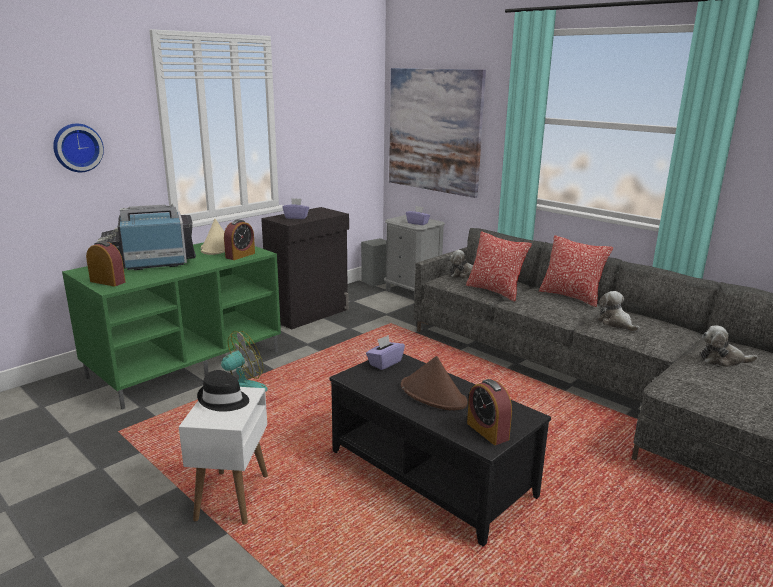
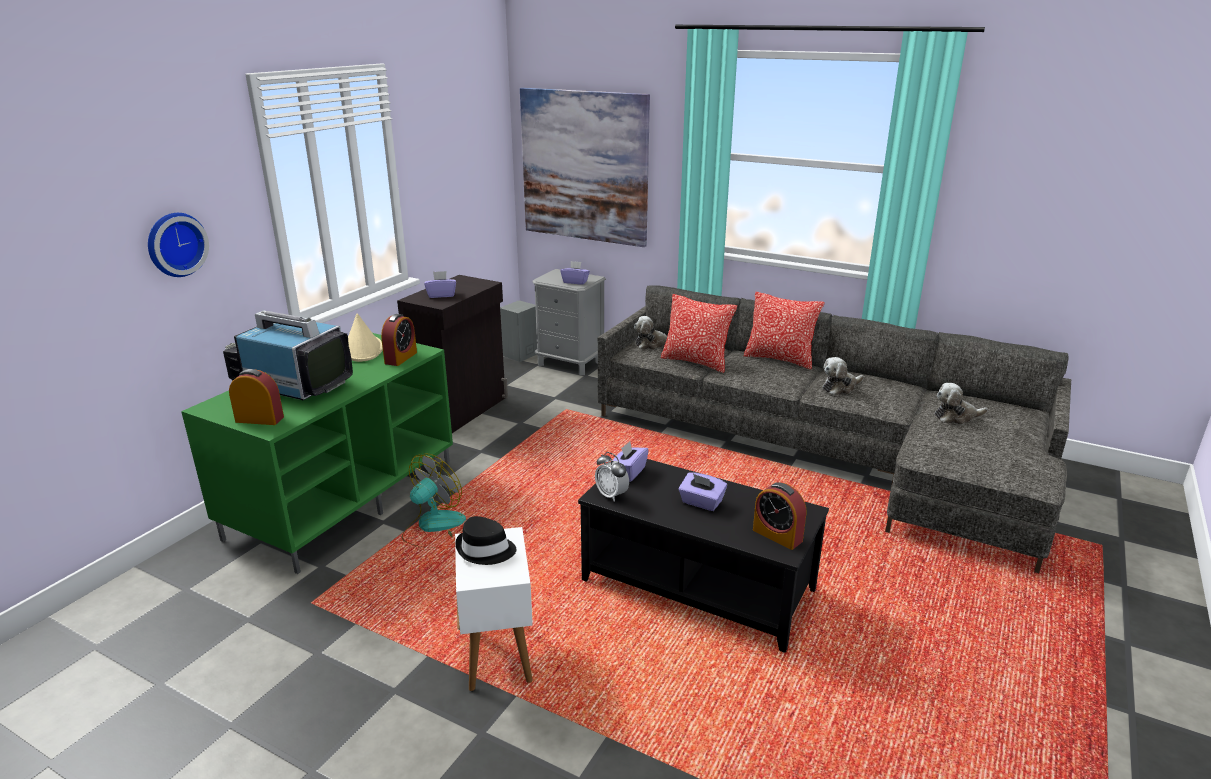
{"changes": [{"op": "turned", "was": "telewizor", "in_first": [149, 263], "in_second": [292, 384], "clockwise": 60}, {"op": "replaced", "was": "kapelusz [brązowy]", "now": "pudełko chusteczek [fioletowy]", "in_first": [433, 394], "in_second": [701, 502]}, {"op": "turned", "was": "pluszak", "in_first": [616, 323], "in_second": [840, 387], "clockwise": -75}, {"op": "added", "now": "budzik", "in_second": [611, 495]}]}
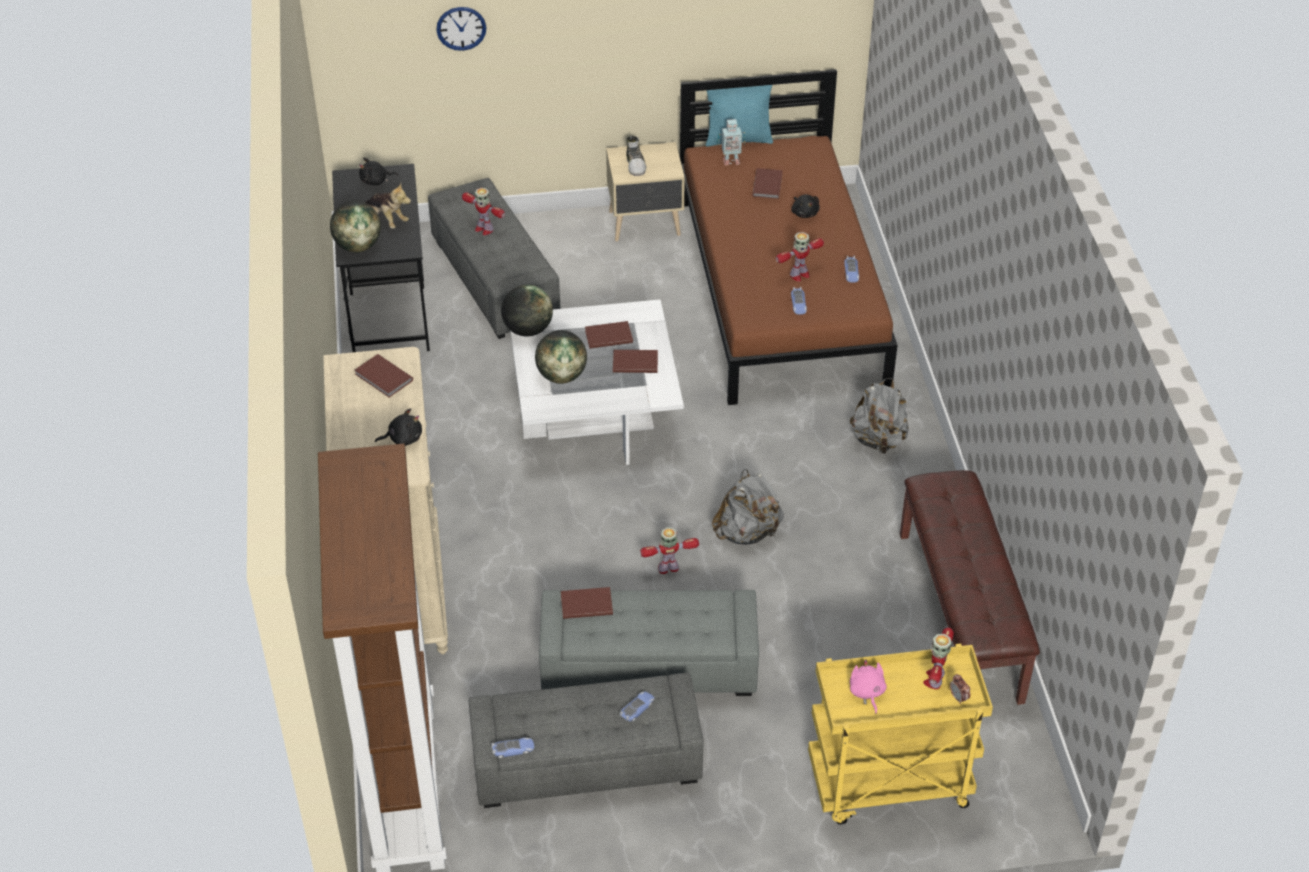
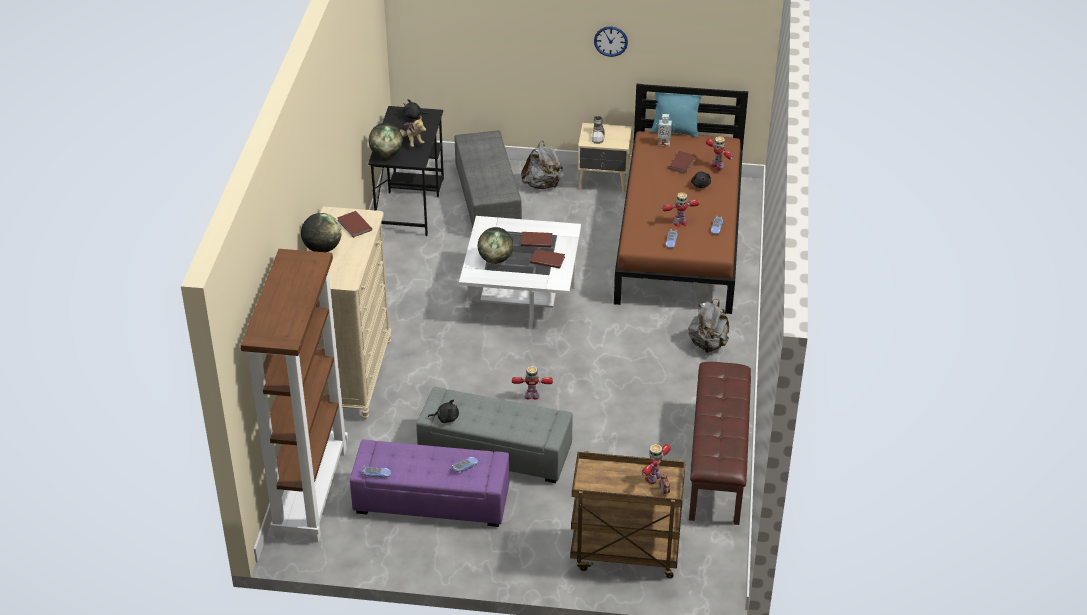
{"changes": [{"op": "moved", "was": "pluszak [czarny]", "in_first": [403, 438], "in_second": [446, 418]}, {"op": "moved", "was": "zegar ścienny", "in_first": [461, 28], "in_second": [610, 41]}, {"op": "moved", "was": "robot zabawkowy", "in_first": [484, 229], "in_second": [717, 166]}, {"op": "recoloured", "was": "pufa [szary]", "now": "pufa [fioletowy]", "in_first": [586, 763], "in_second": [431, 501]}, {"op": "moved", "was": "globus", "in_first": [528, 330], "in_second": [322, 249]}, {"op": "removed", "was": "książka [brązowy]", "in_first": [585, 604]}, {"op": "moved", "was": "plecak [szary]", "in_first": [747, 532], "in_second": [543, 184]}, {"op": "recoloured", "was": "wózek [żółty]", "now": "wózek [brązowy]", "in_first": [888, 785], "in_second": [624, 554]}, {"op": "removed", "was": "pluszak [różowy]", "in_first": [867, 693]}]}
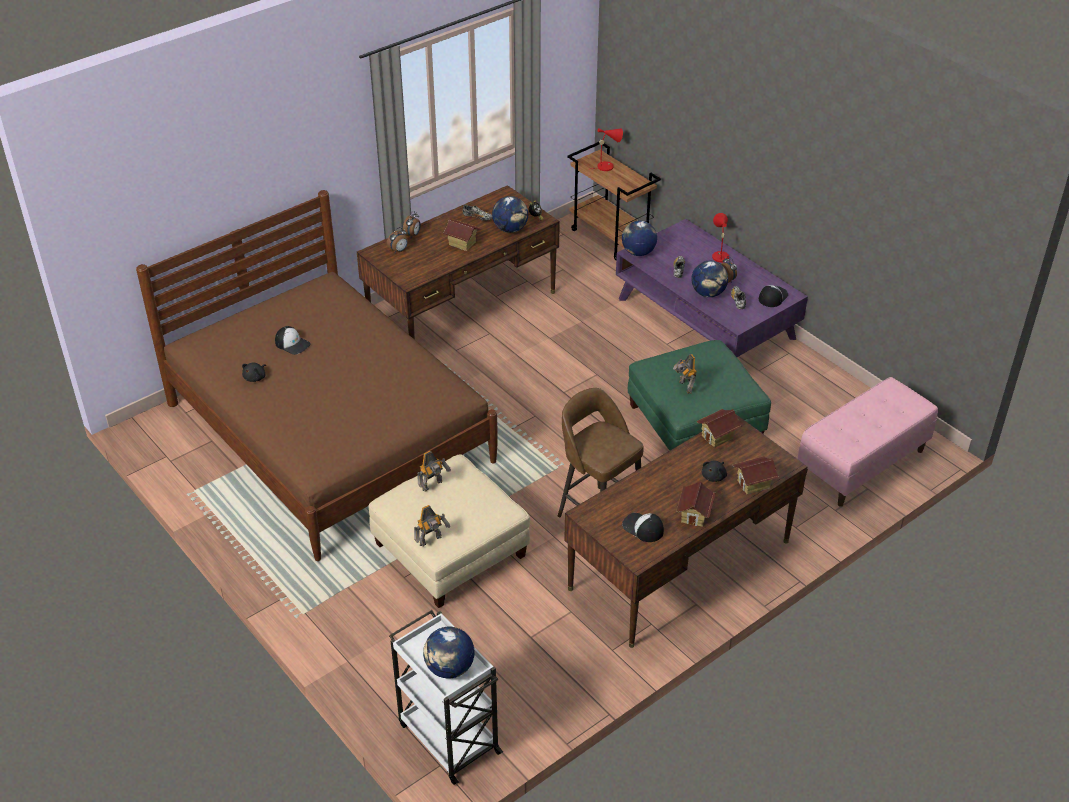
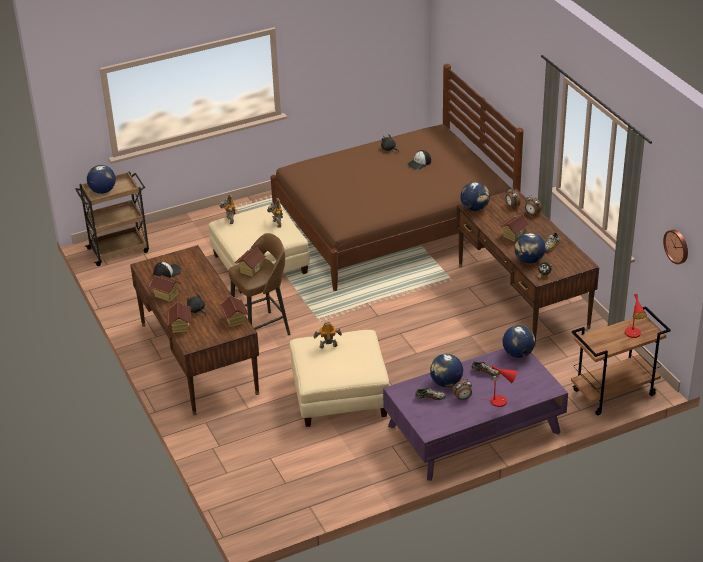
{"changes": [{"op": "recoloured", "was": "wózek [biały]", "now": "wózek [brązowy]", "in_first": [448, 737], "in_second": [119, 250]}, {"op": "recoloured", "was": "pufa [zielony]", "now": "pufa [beżowy]", "in_first": [695, 422], "in_second": [339, 395]}, {"op": "removed", "was": "czapka z daszkiem", "in_first": [772, 297]}, {"op": "removed", "was": "ławka [różowy]", "in_first": [862, 464]}, {"op": "added", "now": "domek", "in_second": [251, 270]}, {"op": "added", "now": "globus", "in_second": [474, 208]}, {"op": "added", "now": "zegar ścienny", "in_second": [677, 246]}]}
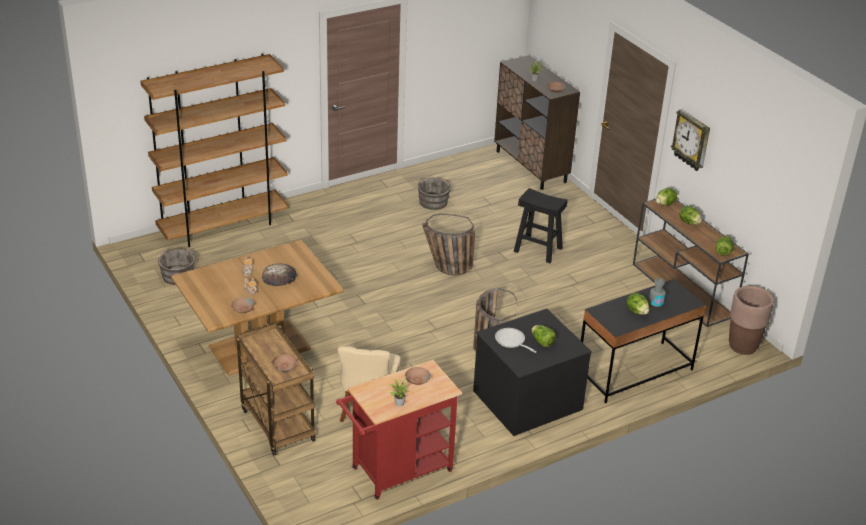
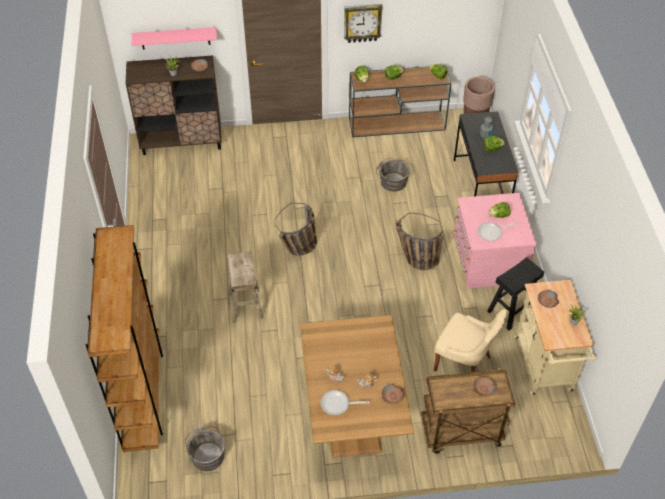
{"changes": [{"op": "removed", "was": "chleb", "in_first": [279, 277]}, {"op": "recoloured", "was": "wózek [czerwony]", "now": "wózek [beżowy]", "in_first": [396, 472], "in_second": [545, 368]}, {"op": "moved", "was": "wiadro [szary]", "in_first": [433, 201], "in_second": [392, 181]}, {"op": "recoloured", "was": "komoda [czarny]", "now": "komoda [różowy]", "in_first": [526, 399], "in_second": [487, 260]}, {"op": "moved", "was": "stołek [czarny]", "in_first": [538, 249], "in_second": [511, 310]}, {"op": "added", "now": "półka [różowy]", "in_second": [175, 38]}, {"op": "added", "now": "stołek [beżowy]", "in_second": [245, 305]}, {"op": "added", "now": "patelnia", "in_second": [338, 404]}]}
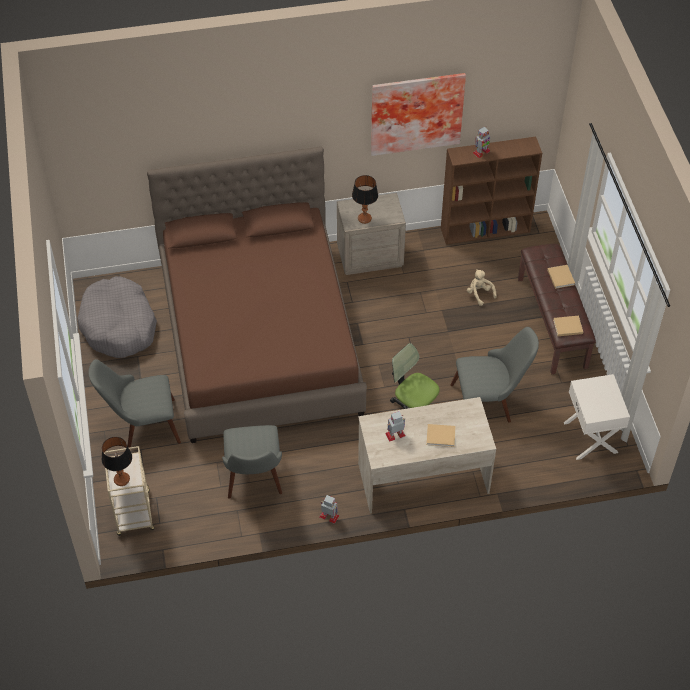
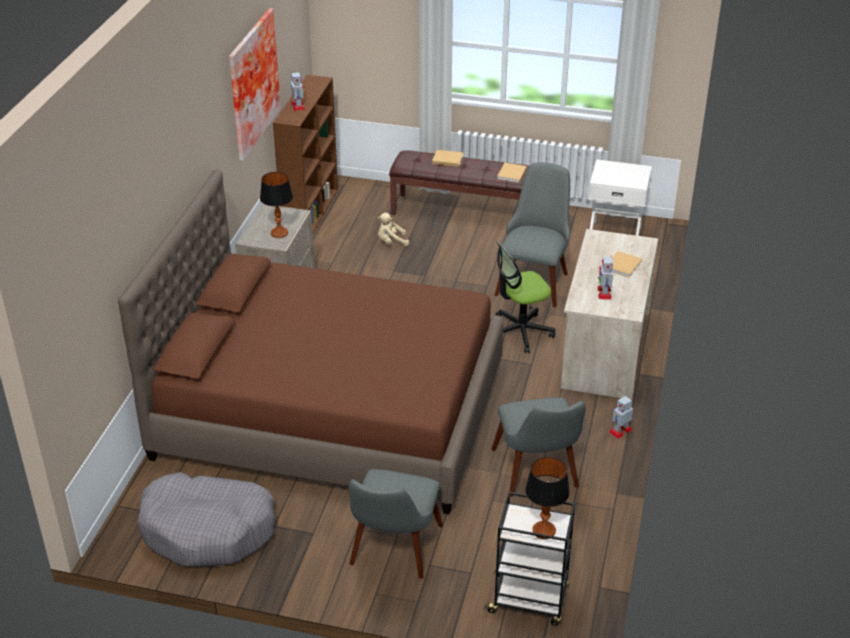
{"changes": [{"op": "recoloured", "was": "wózek [beżowy]", "now": "wózek [czarny]", "in_first": [134, 514], "in_second": [529, 600]}, {"op": "turned", "was": "krzesło [szary]", "in_first": [254, 481], "in_second": [539, 476], "clockwise": 60}]}
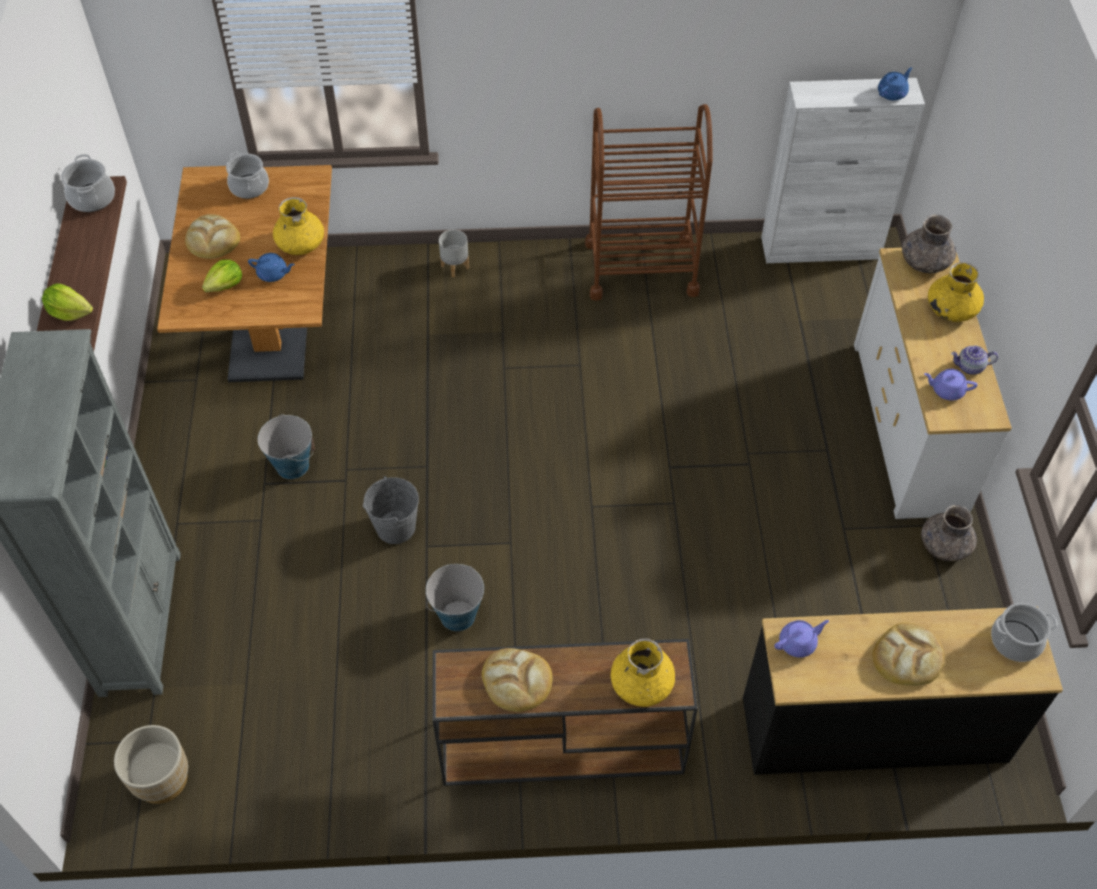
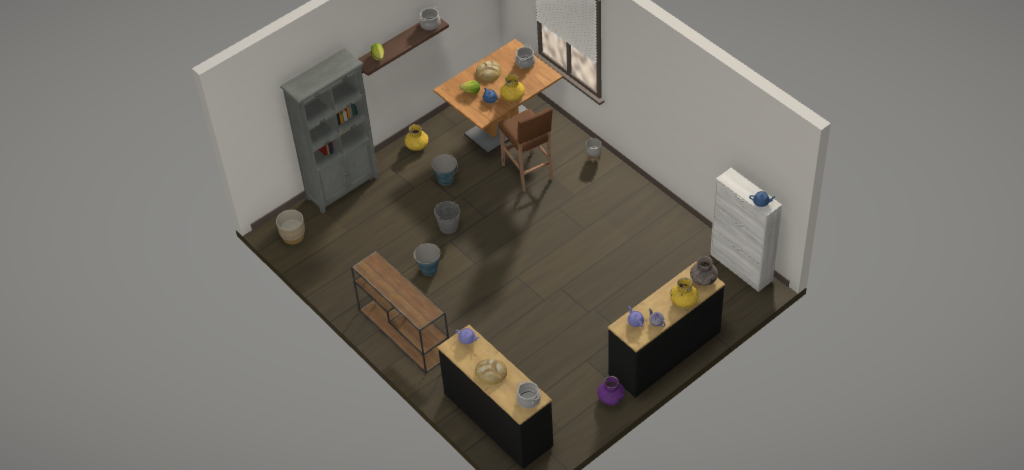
{"changes": [{"op": "removed", "was": "chleb", "in_first": [517, 681]}, {"op": "removed", "was": "wózek [brązowy]", "in_first": [641, 268]}, {"op": "moved", "was": "wazon [żółty]", "in_first": [642, 684], "in_second": [417, 145]}, {"op": "recoloured", "was": "komoda [biały]", "now": "komoda [czarny]", "in_first": [909, 427], "in_second": [665, 353]}, {"op": "recoloured", "was": "wazon [szary]", "now": "wazon [fioletowy]", "in_first": [944, 546], "in_second": [611, 398]}, {"op": "added", "now": "stołek [brązowy]", "in_second": [528, 172]}]}
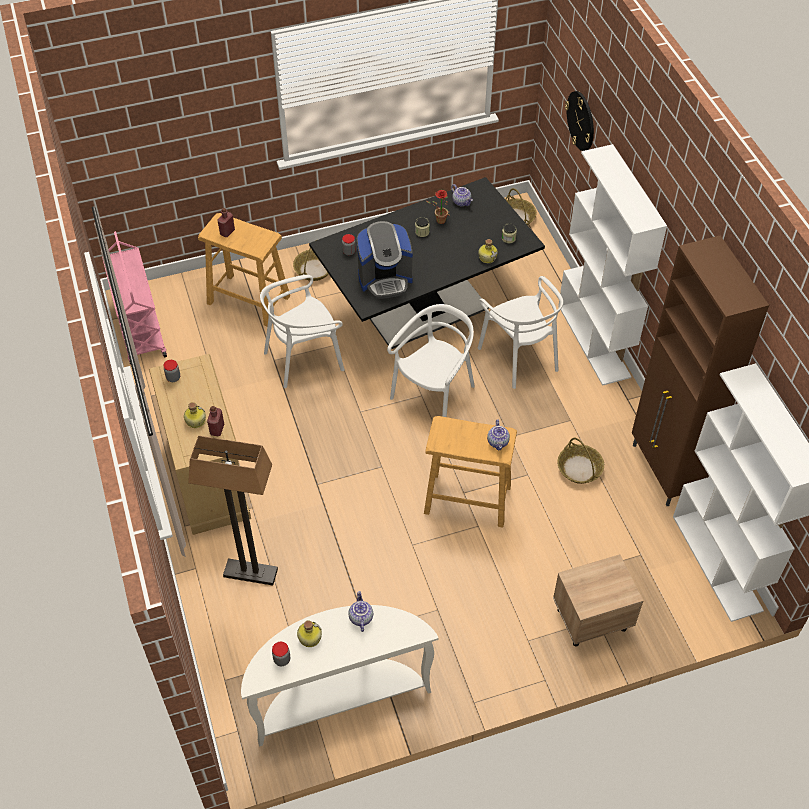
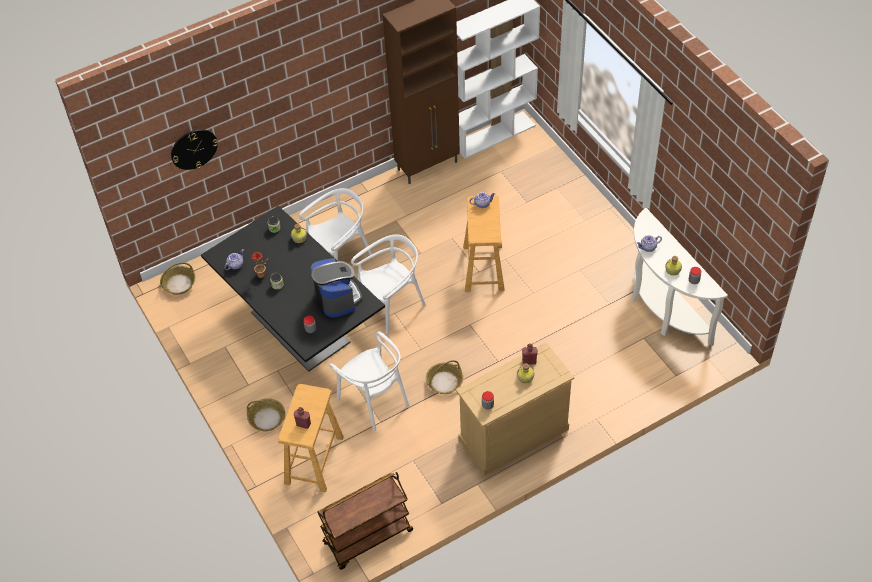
{"changes": [{"op": "recoloured", "was": "wózek [różowy]", "now": "wózek [brązowy]", "in_first": [139, 329], "in_second": [368, 538]}, {"op": "removed", "was": "lampa stojąca", "in_first": [250, 573]}, {"op": "turned", "was": "krzesło [biały]", "in_first": [434, 395], "in_second": [391, 305], "clockwise": 120}, {"op": "removed", "was": "szafka nocna [beżowy]", "in_first": [590, 619]}, {"op": "moved", "was": "koszyk", "in_first": [579, 468], "in_second": [444, 382]}, {"op": "removed", "was": "regał [biały]", "in_first": [594, 341]}]}
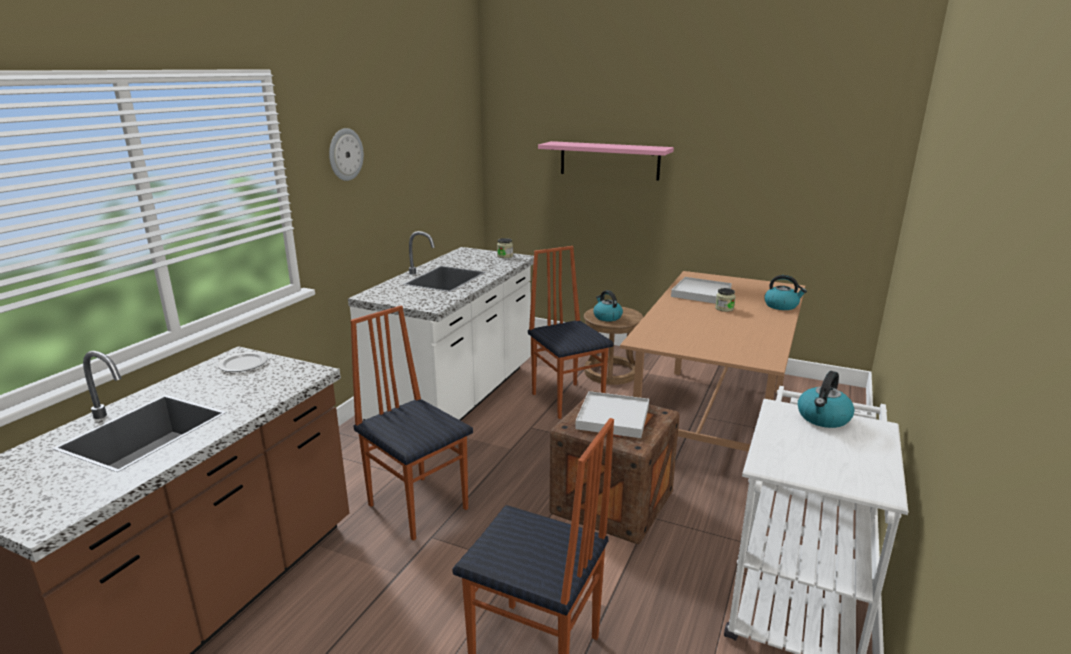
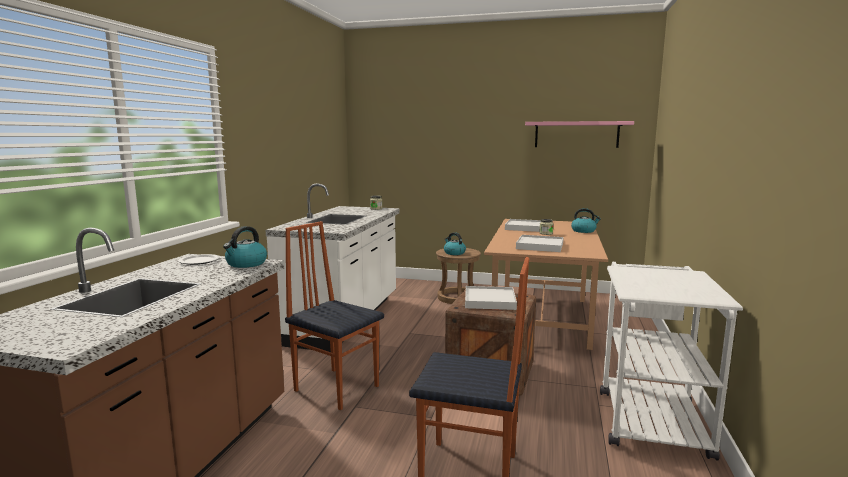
{"changes": [{"op": "removed", "was": "zegar ścienny", "in_first": [345, 154]}, {"op": "removed", "was": "krzesło", "in_first": [568, 400]}, {"op": "moved", "was": "półka [różowy]", "in_first": [609, 160], "in_second": [576, 134]}, {"op": "moved", "was": "czajnik", "in_first": [823, 418], "in_second": [246, 264]}, {"op": "added", "now": "taca [biały]", "in_second": [540, 246]}]}
